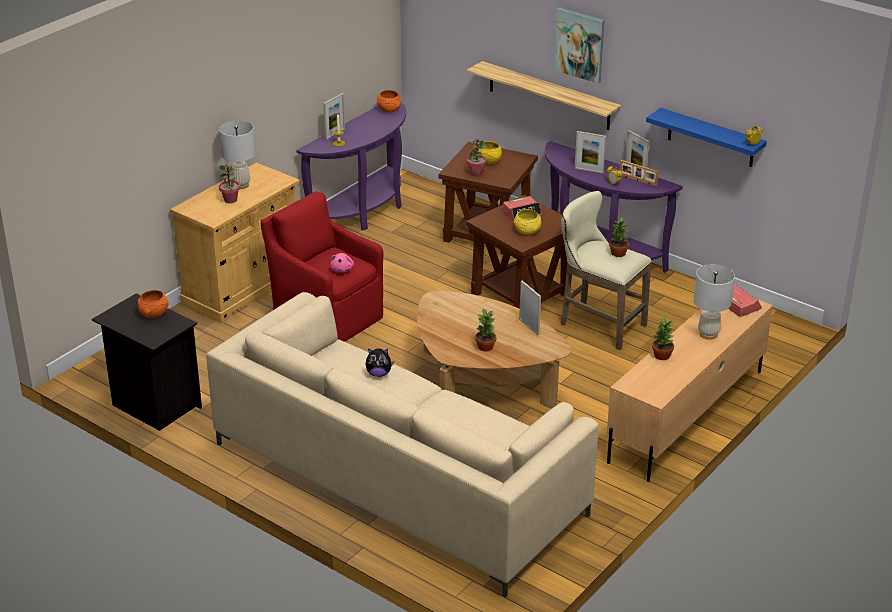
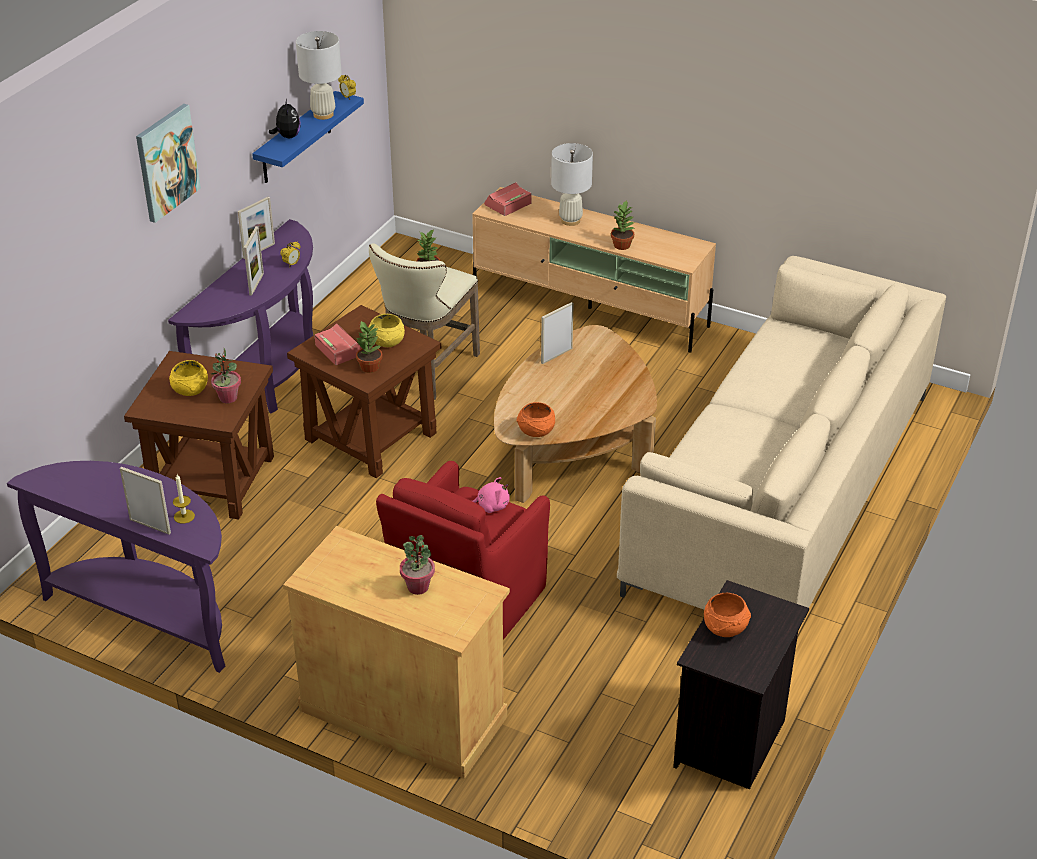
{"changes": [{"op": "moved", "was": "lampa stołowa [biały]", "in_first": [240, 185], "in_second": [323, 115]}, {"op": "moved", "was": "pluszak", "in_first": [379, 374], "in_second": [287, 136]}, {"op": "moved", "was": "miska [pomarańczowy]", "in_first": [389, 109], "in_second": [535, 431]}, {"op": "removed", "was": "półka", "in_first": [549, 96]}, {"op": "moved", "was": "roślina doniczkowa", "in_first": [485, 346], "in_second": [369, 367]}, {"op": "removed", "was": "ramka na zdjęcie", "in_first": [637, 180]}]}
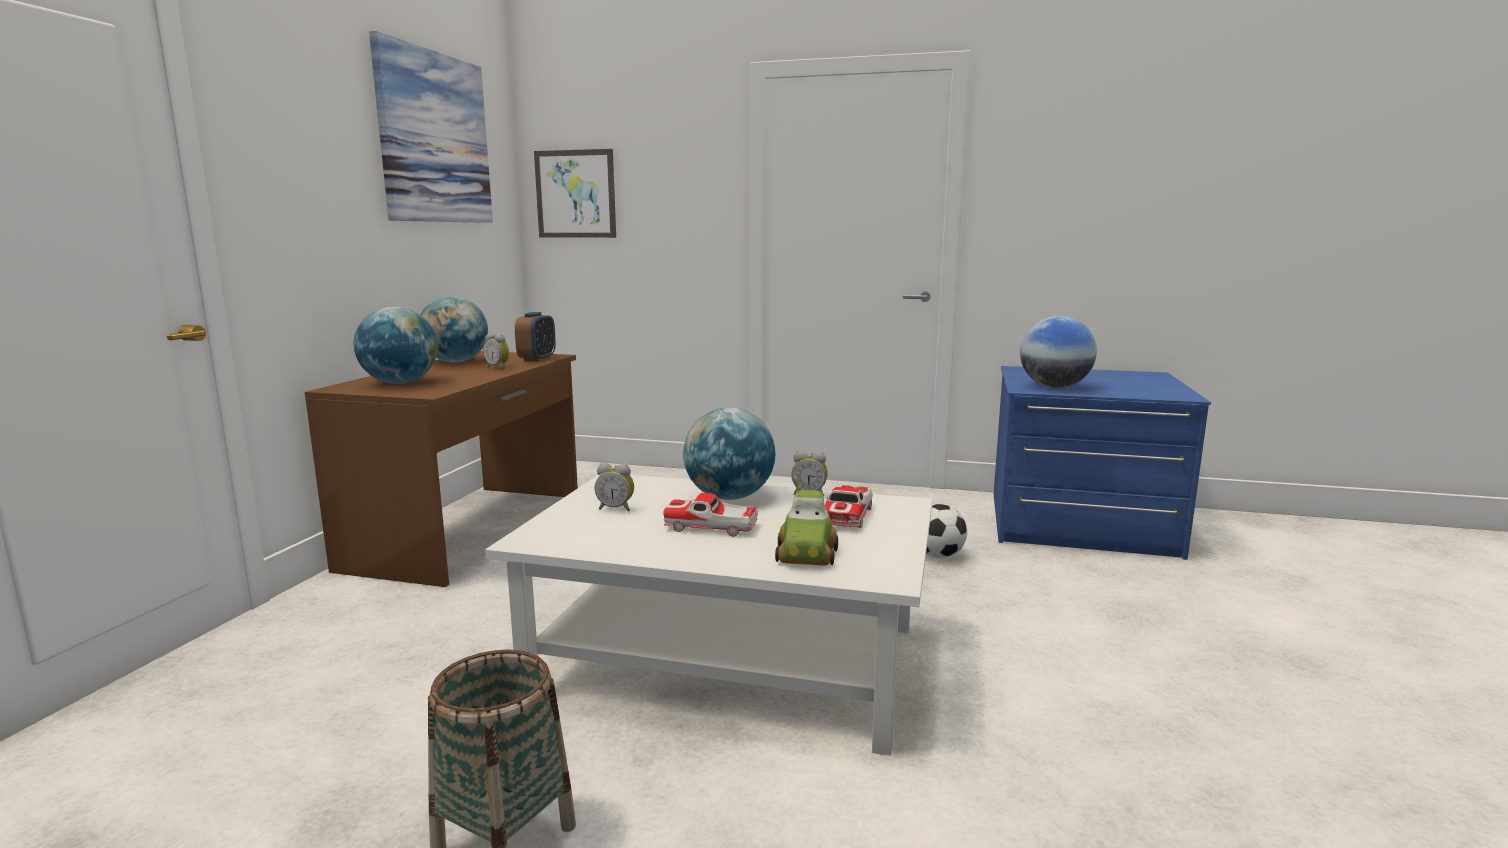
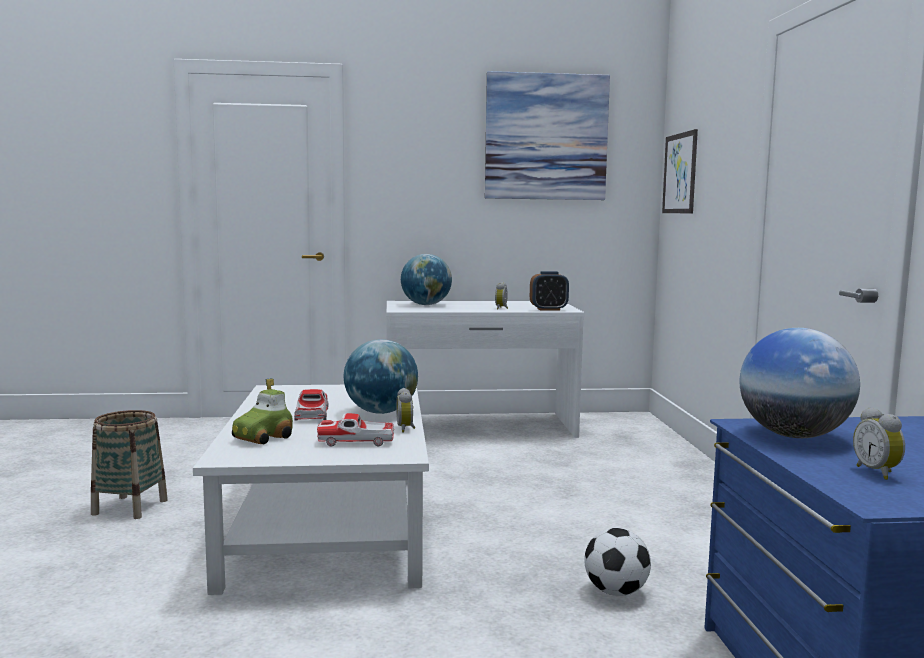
{"changes": [{"op": "recoloured", "was": "biurko [brązowy]", "now": "biurko [biały]", "in_first": [471, 530], "in_second": [479, 427]}, {"op": "removed", "was": "globus", "in_first": [456, 362]}, {"op": "moved", "was": "budzik", "in_first": [616, 508], "in_second": [878, 472]}, {"op": "turned", "was": "samochodzik", "in_first": [807, 556], "in_second": [263, 438], "clockwise": -45}]}
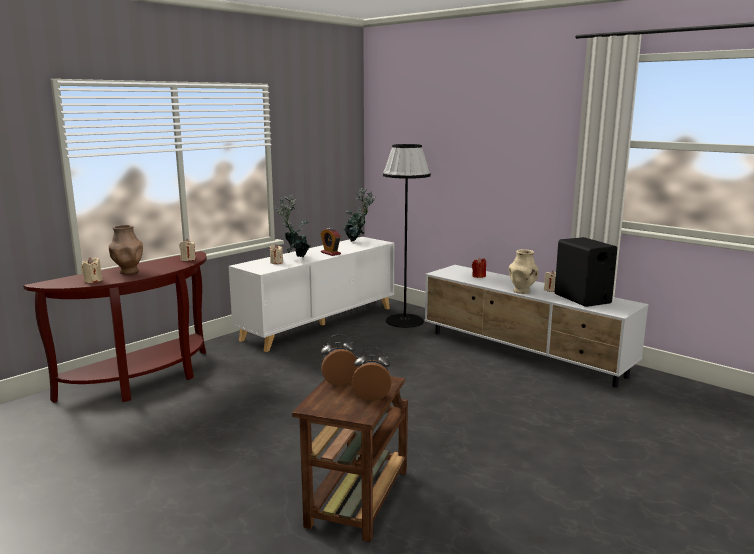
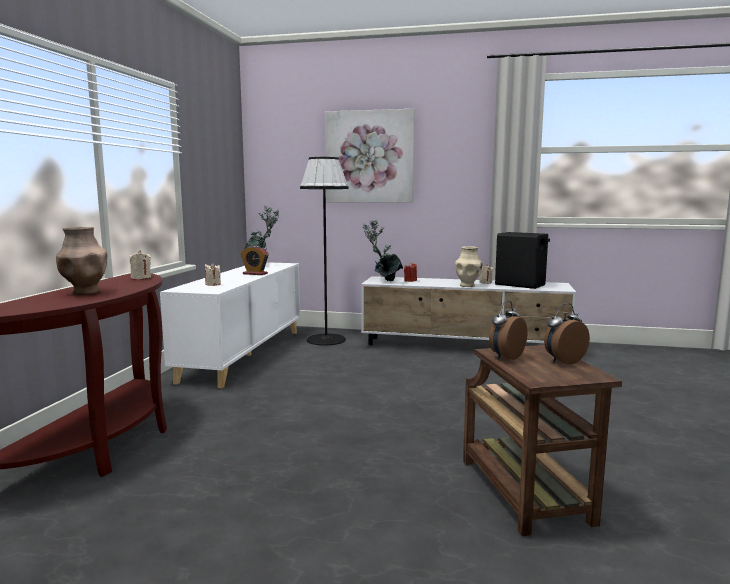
{"changes": [{"op": "removed", "was": "świeca [beżowy]", "in_first": [93, 281]}, {"op": "moved", "was": "roślina doniczkowa", "in_first": [296, 257], "in_second": [383, 281]}, {"op": "added", "now": "obraz", "in_second": [369, 157]}]}
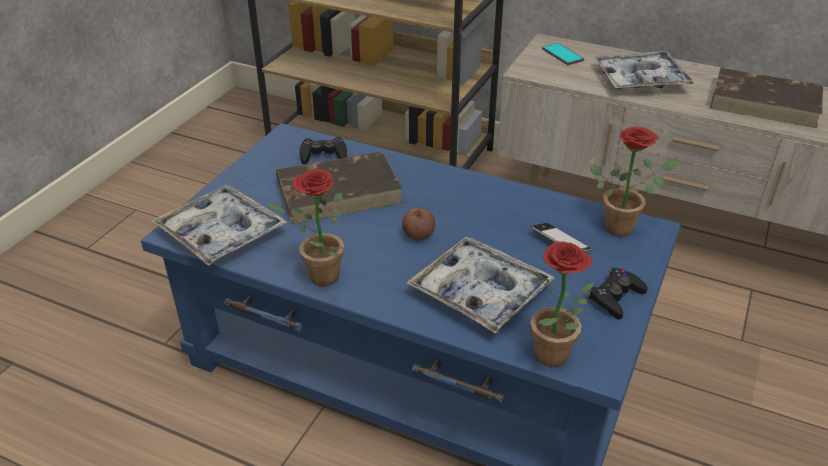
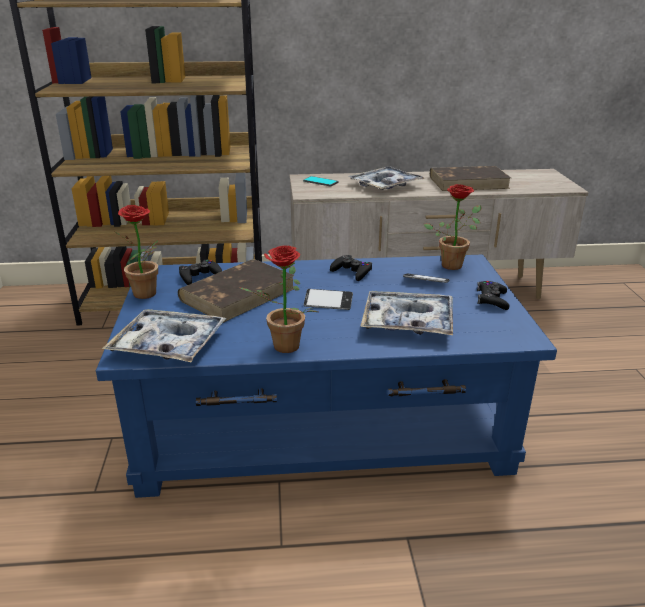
{"changes": [{"op": "replaced", "was": "jabłko", "now": "telefon", "in_first": [418, 235], "in_second": [328, 303]}, {"op": "moved", "was": "roślina doniczkowa", "in_first": [555, 360], "in_second": [148, 295]}, {"op": "added", "now": "pad do gier [czarny]", "in_second": [351, 272]}]}
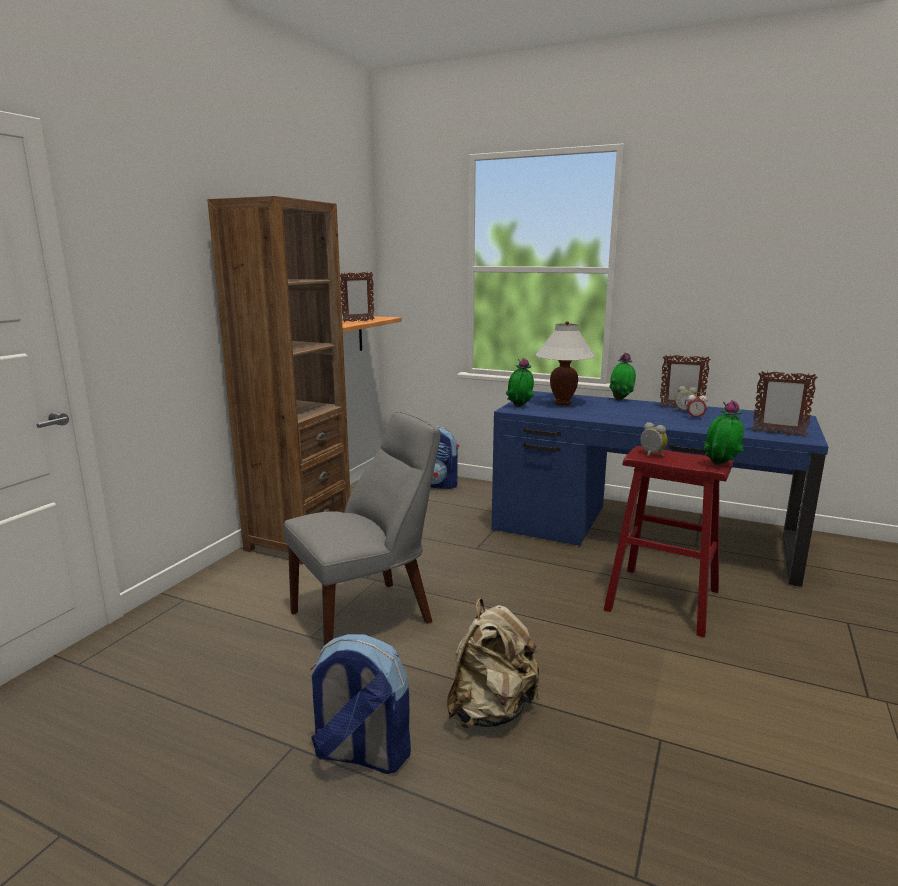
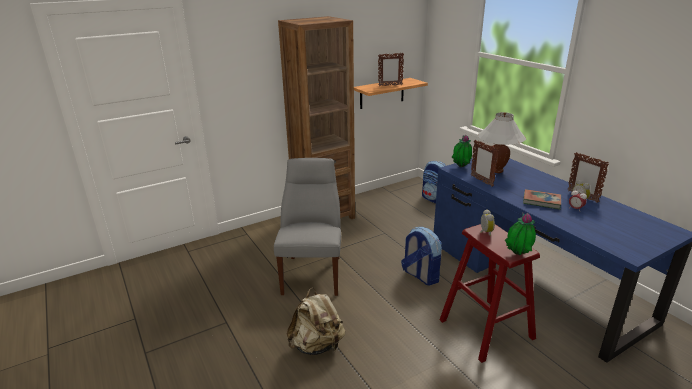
{"changes": [{"op": "turned", "was": "krzesło [szary]", "in_first": [368, 616], "in_second": [313, 272], "clockwise": -90}, {"op": "moved", "was": "plecak", "in_first": [361, 754], "in_second": [420, 275]}, {"op": "removed", "was": "roślina doniczkowa", "in_first": [621, 400]}, {"op": "moved", "was": "ramka na zdjęcie", "in_first": [778, 433], "in_second": [481, 181]}, {"op": "added", "now": "książka", "in_second": [541, 201]}]}
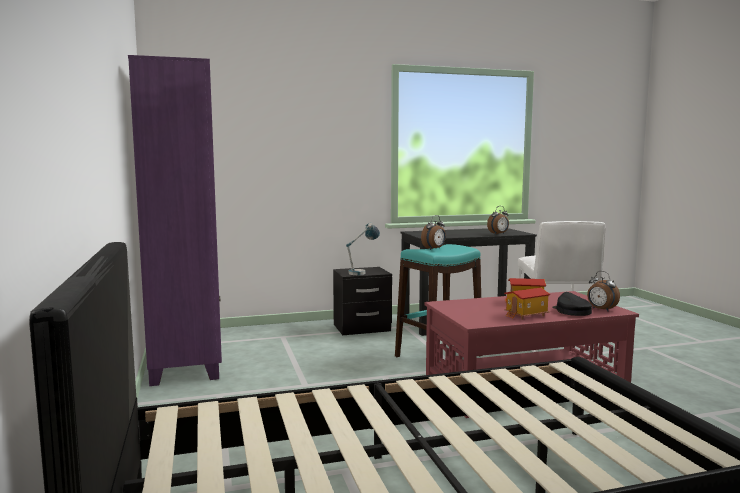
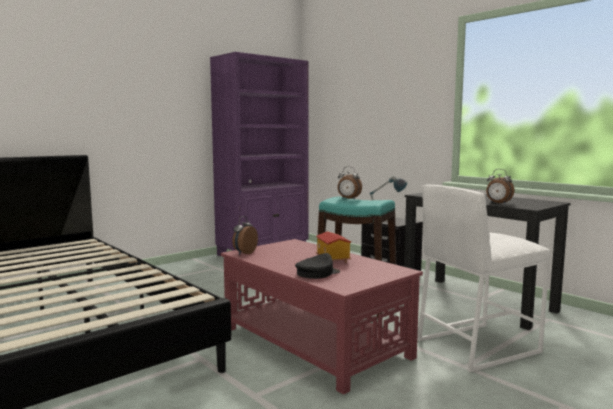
{"changes": [{"op": "removed", "was": "domek", "in_first": [526, 315]}, {"op": "moved", "was": "budzik", "in_first": [601, 309], "in_second": [244, 253]}]}
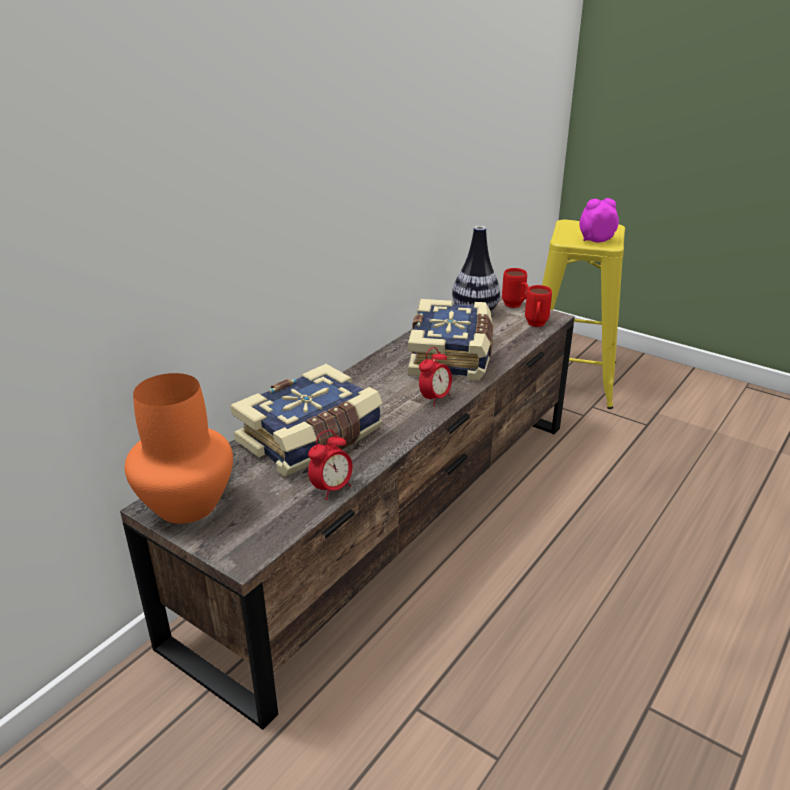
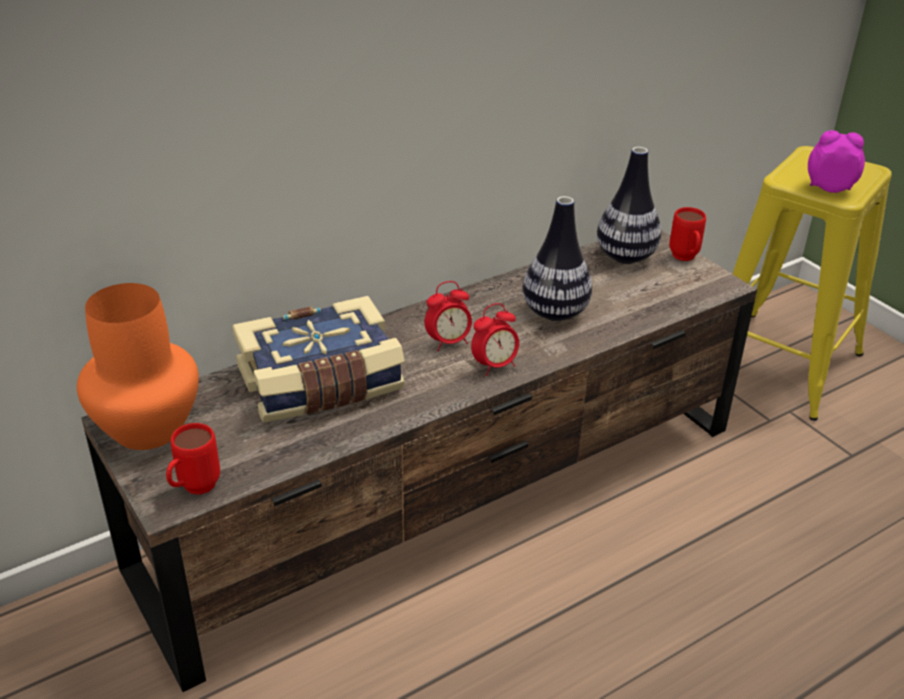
{"changes": [{"op": "moved", "was": "budzik", "in_first": [332, 489], "in_second": [448, 342]}, {"op": "replaced", "was": "książka", "now": "wazon", "in_first": [452, 356], "in_second": [554, 313]}, {"op": "moved", "was": "kubek [czerwony]", "in_first": [535, 325], "in_second": [194, 490]}]}
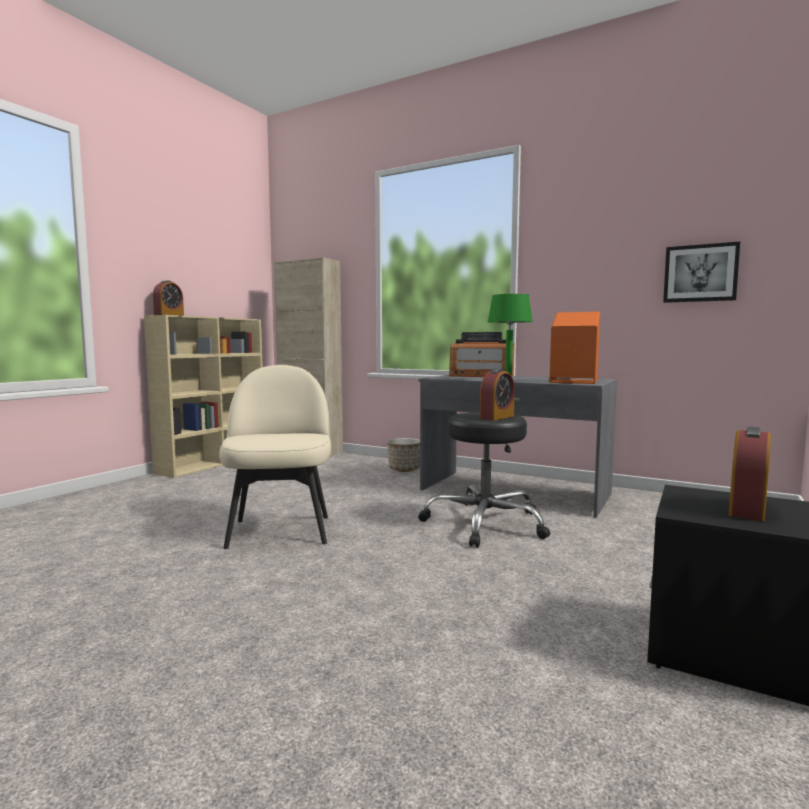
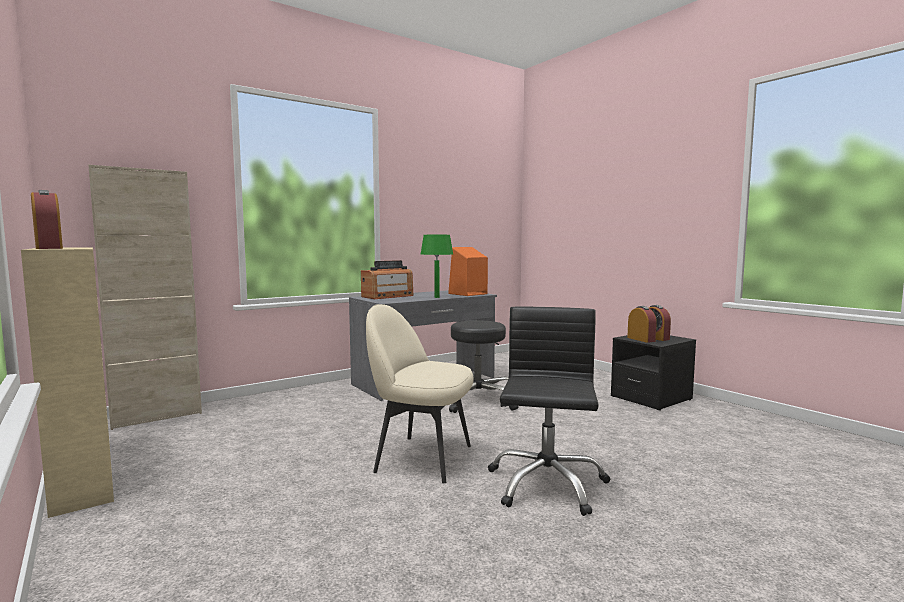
{"changes": [{"op": "removed", "was": "donica", "in_first": [404, 469]}, {"op": "moved", "was": "budzik", "in_first": [497, 417], "in_second": [641, 339]}, {"op": "removed", "was": "obraz", "in_first": [700, 273]}, {"op": "added", "now": "krzesło biurowe [czarny]", "in_second": [546, 484]}]}
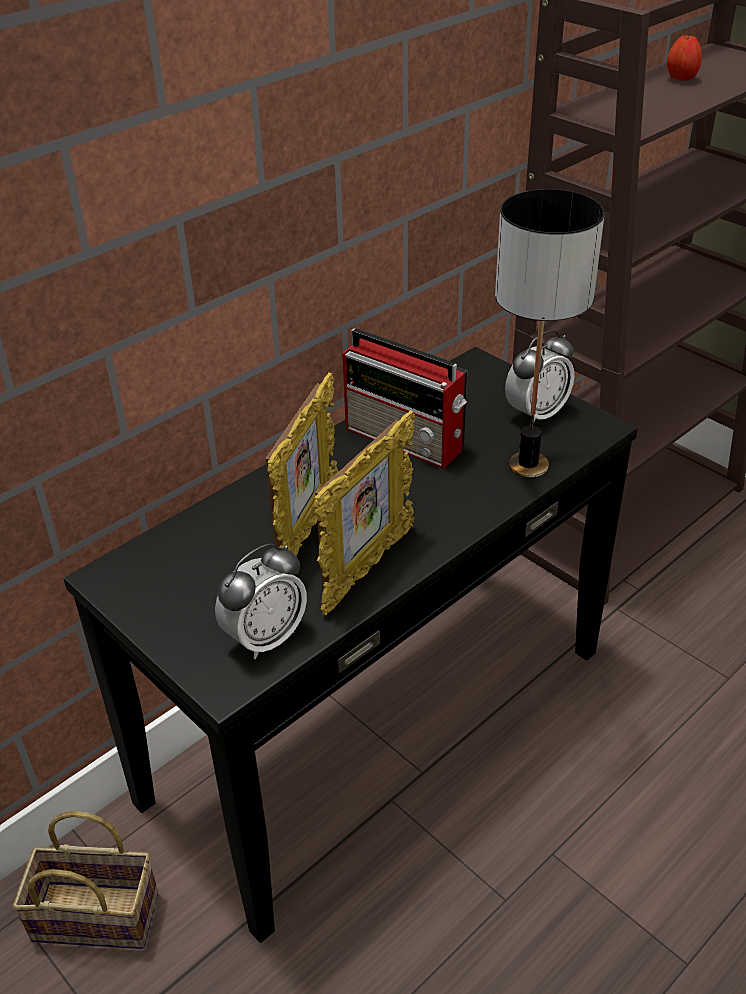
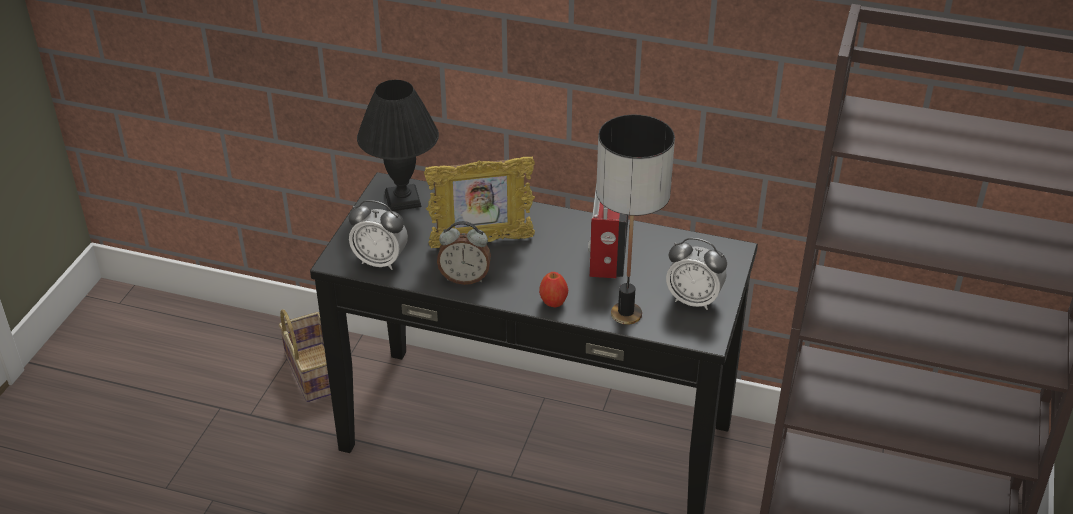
{"changes": [{"op": "replaced", "was": "ramka na zdjęcie", "now": "budzik", "in_first": [367, 568], "in_second": [465, 278]}, {"op": "moved", "was": "jabłko", "in_first": [681, 79], "in_second": [553, 302]}, {"op": "added", "now": "lampa stołowa [czarny]", "in_second": [403, 200]}]}
